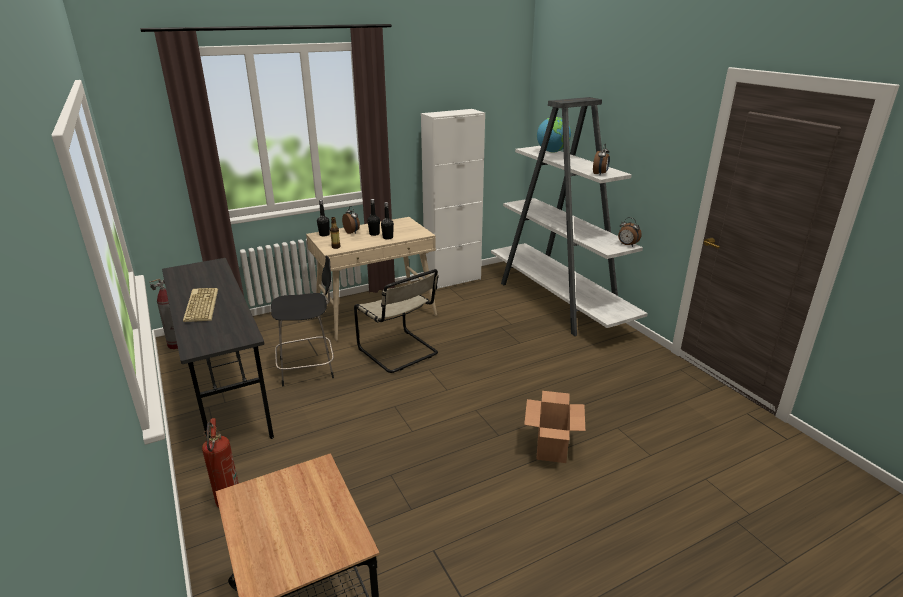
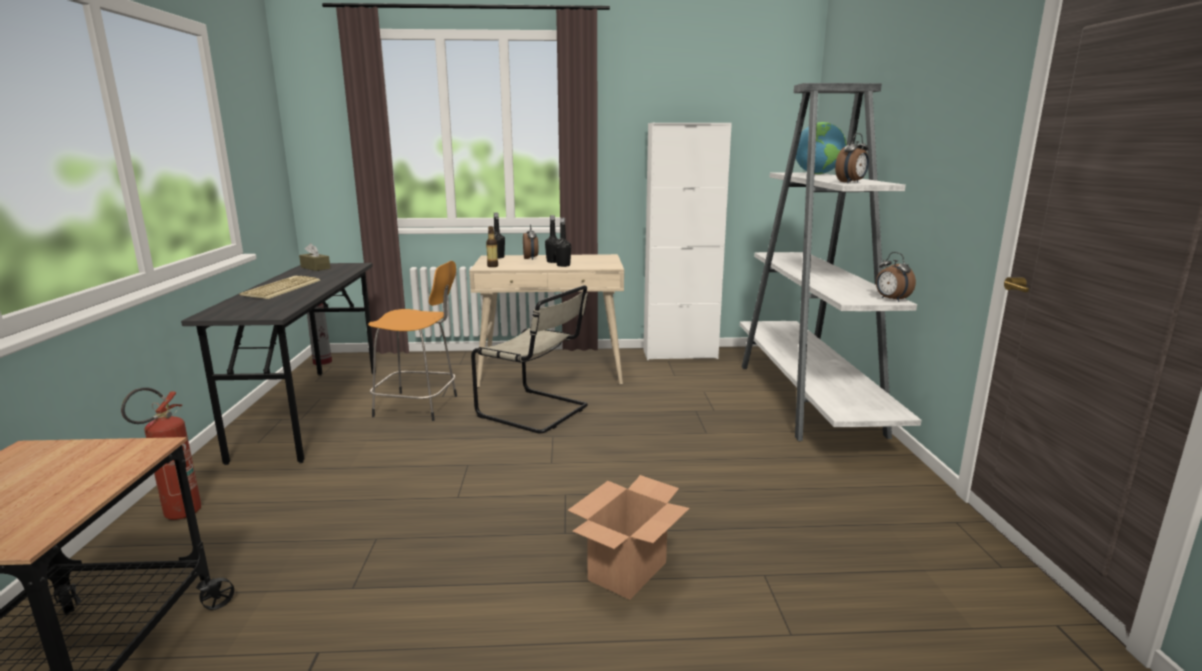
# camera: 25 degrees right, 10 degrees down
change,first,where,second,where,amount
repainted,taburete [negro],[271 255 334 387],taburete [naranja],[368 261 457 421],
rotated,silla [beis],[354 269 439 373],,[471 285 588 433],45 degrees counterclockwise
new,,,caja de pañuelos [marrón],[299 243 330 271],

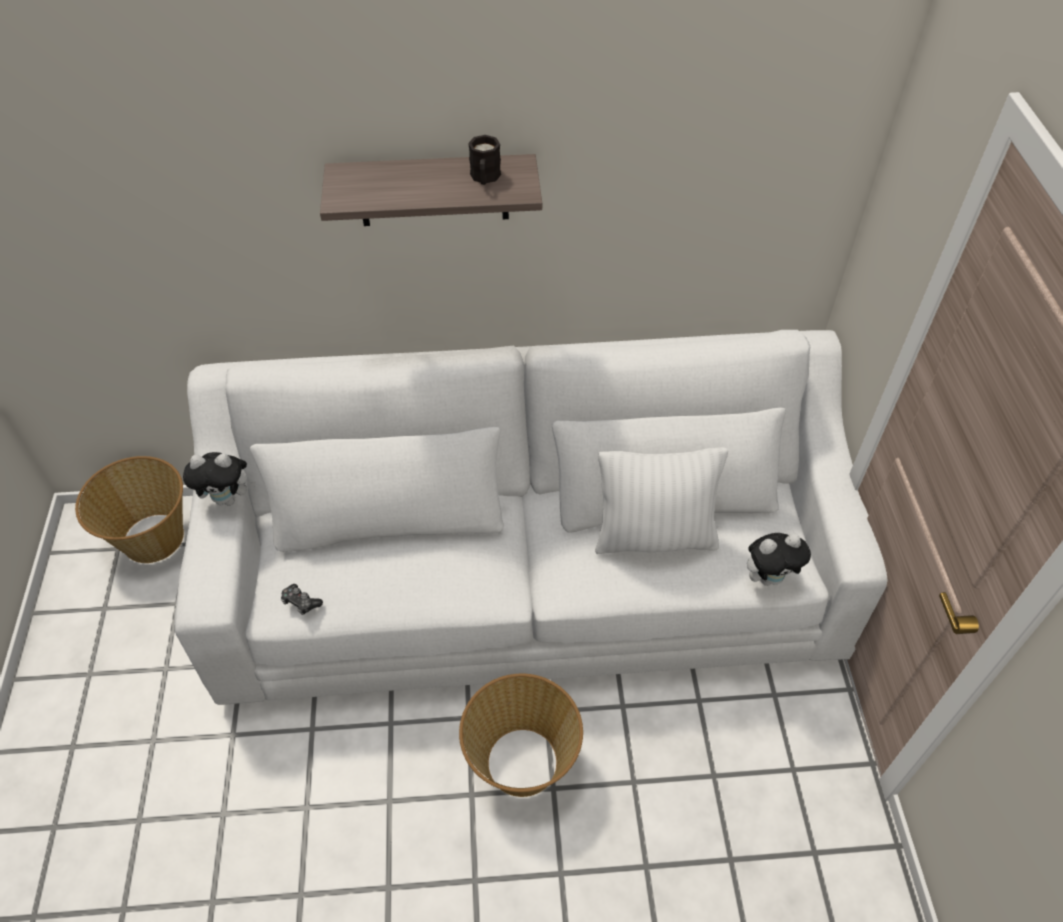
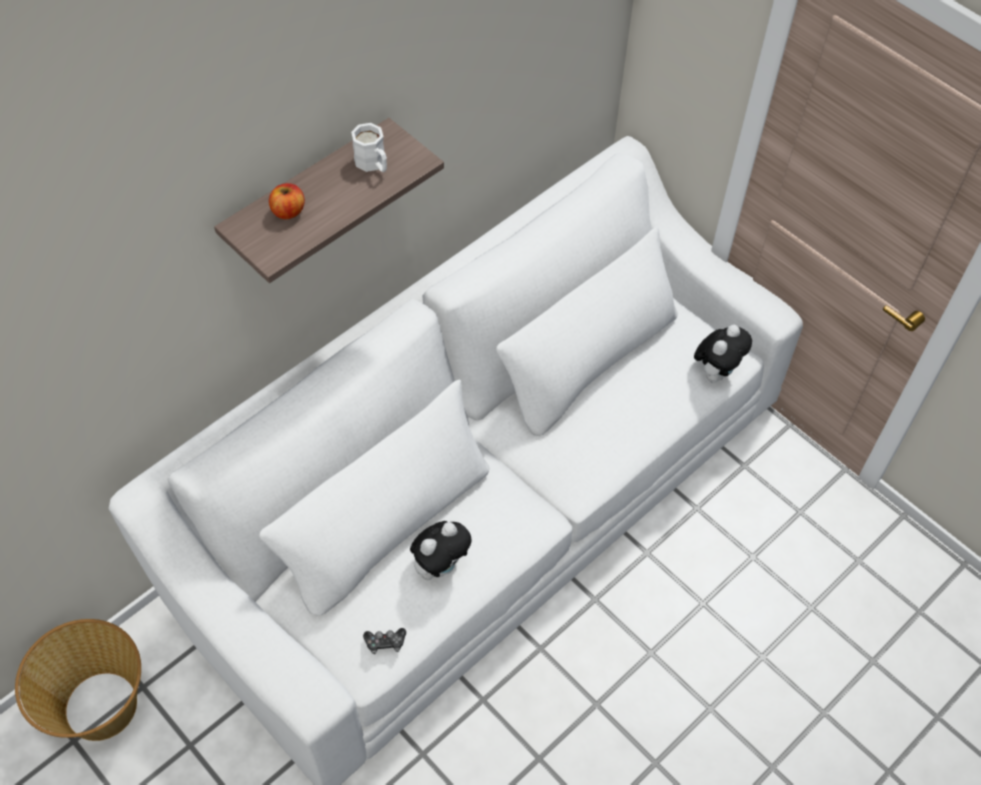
# camera: 40 degrees left, 5 degrees up
change,first,where,second,where,amount
shifted,peluche,[183 452 256 506],,[410 521 472 580],
gone,cesta,[459 674 583 797],,,
repainted,taza grande [negro],[468 135 501 185],taza grande [blanco],[351 123 387 172],
gone,cojín [blanco],[595 447 728 554],,,
new,,,manzana,[269 183 305 219],

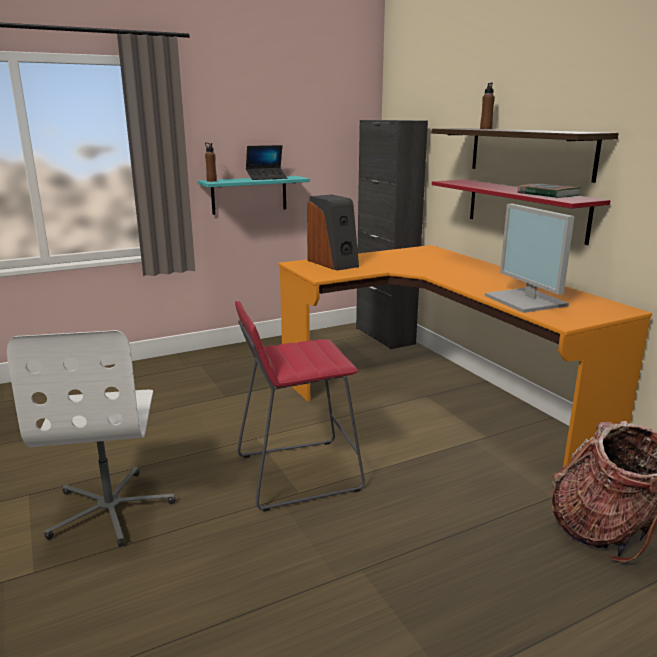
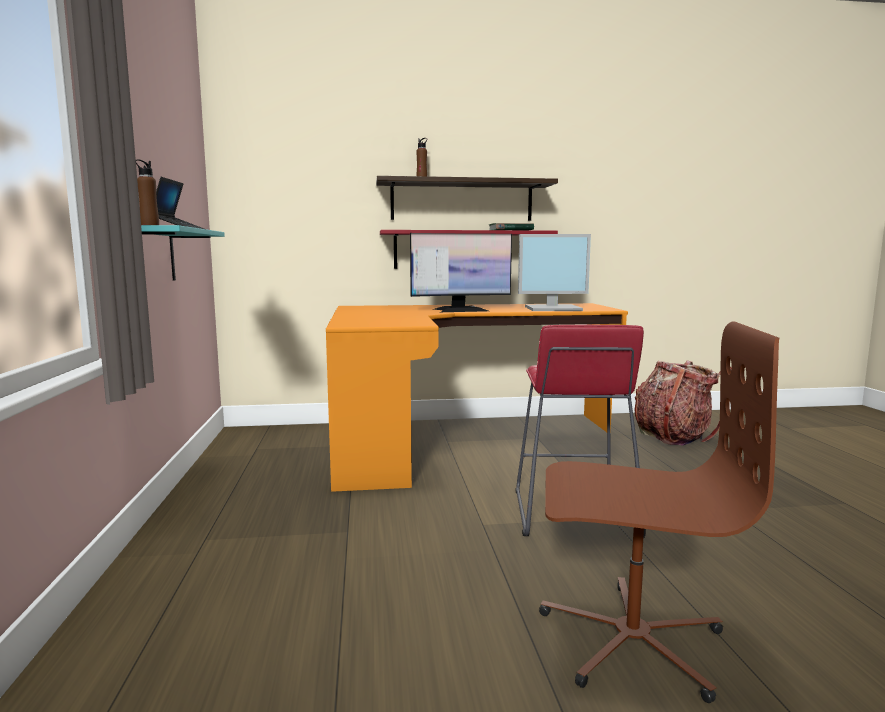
# camera: 70 degrees left, 10 degrees down
change,first,where,second,where,amount
repainted,silla de oficina [blanco],[7 330 175 547],silla de oficina [marrón],[539 321 779 703],
gone,altavoz,[307 194 359 271],,,
gone,armario [negro],[356 120 428 349],,,
new,,,monitor,[410 233 512 312],

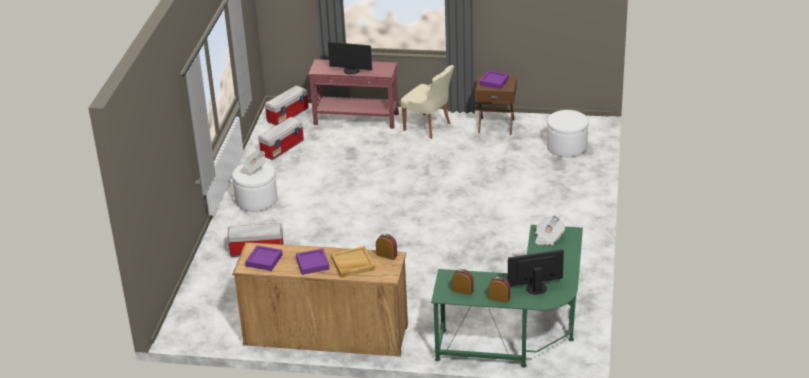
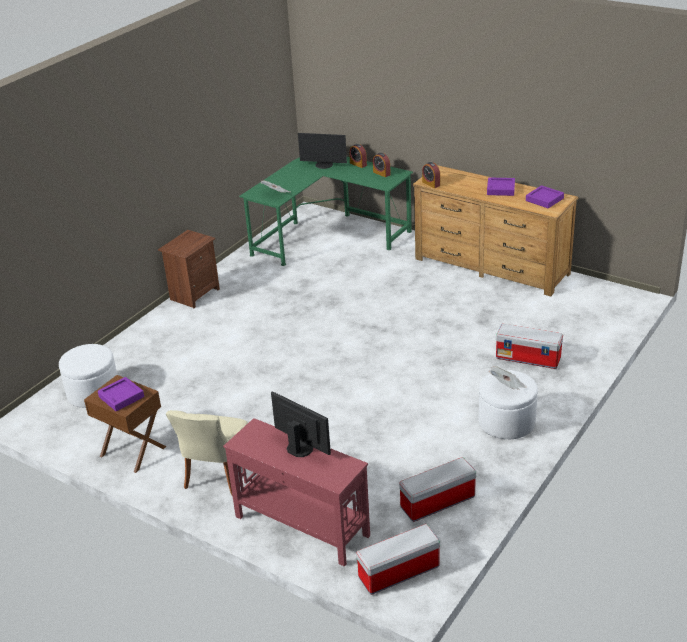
# camera: 155 degrees left, 0 degrees up
change,first,where,second,where,amount
gone,bandeja [beis],[331 246 375 278],,,
rotated,silla [beis],[401 65 454 139],,[166 410 248 495],135 degrees counterclockwise
new,,,mesita de noche [marrón],[158 230 220 309],

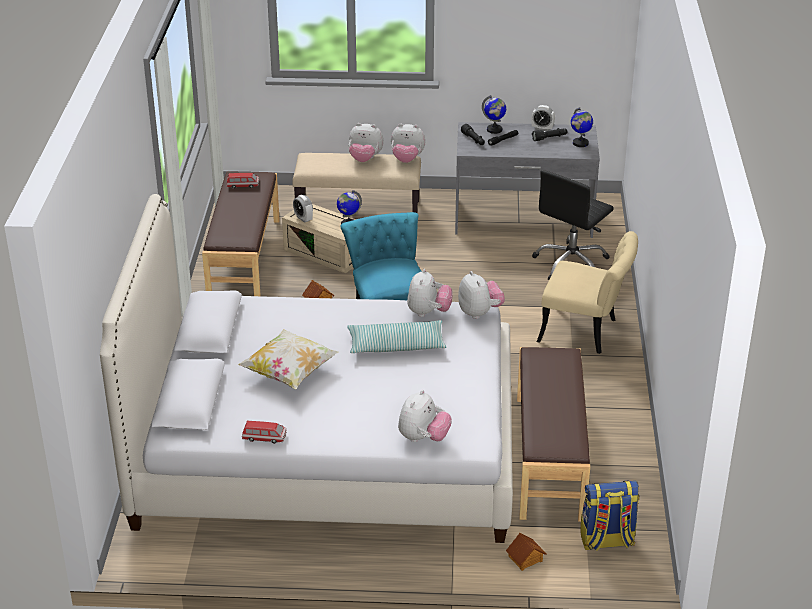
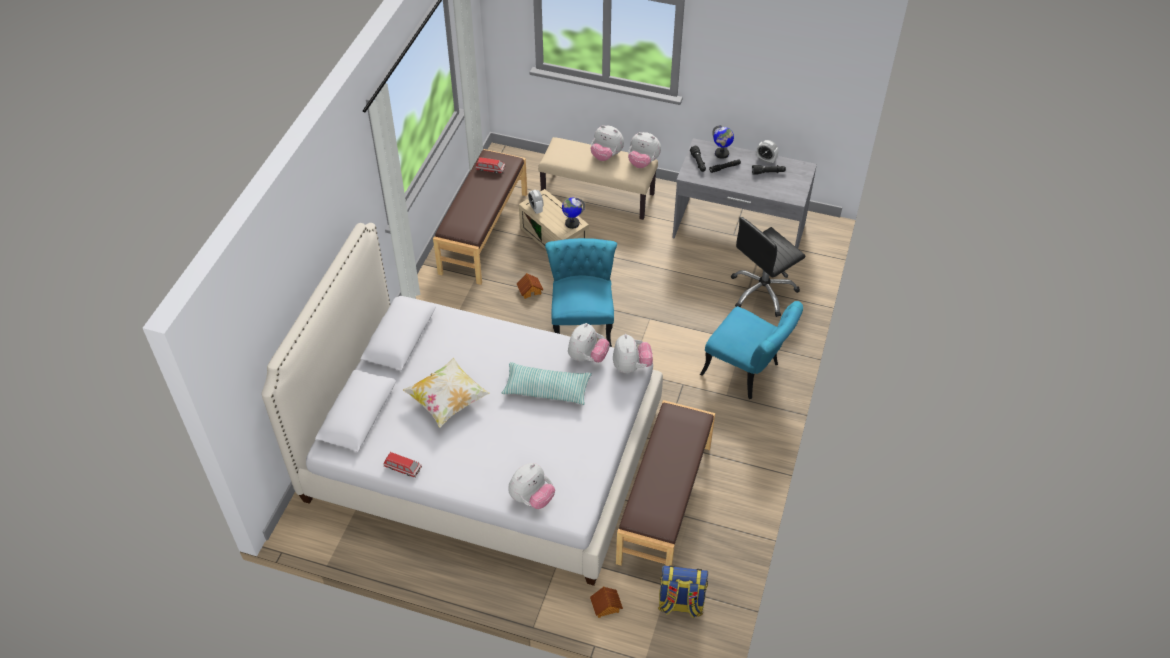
# camera: 15 degrees right, 15 degrees up
change,first,where,second,where,amount
repainted,silla [beis],[537 231 638 354],silla [turquesa],[700 301 803 399],
gone,globo terráqueo,[571 107 593 147],,,

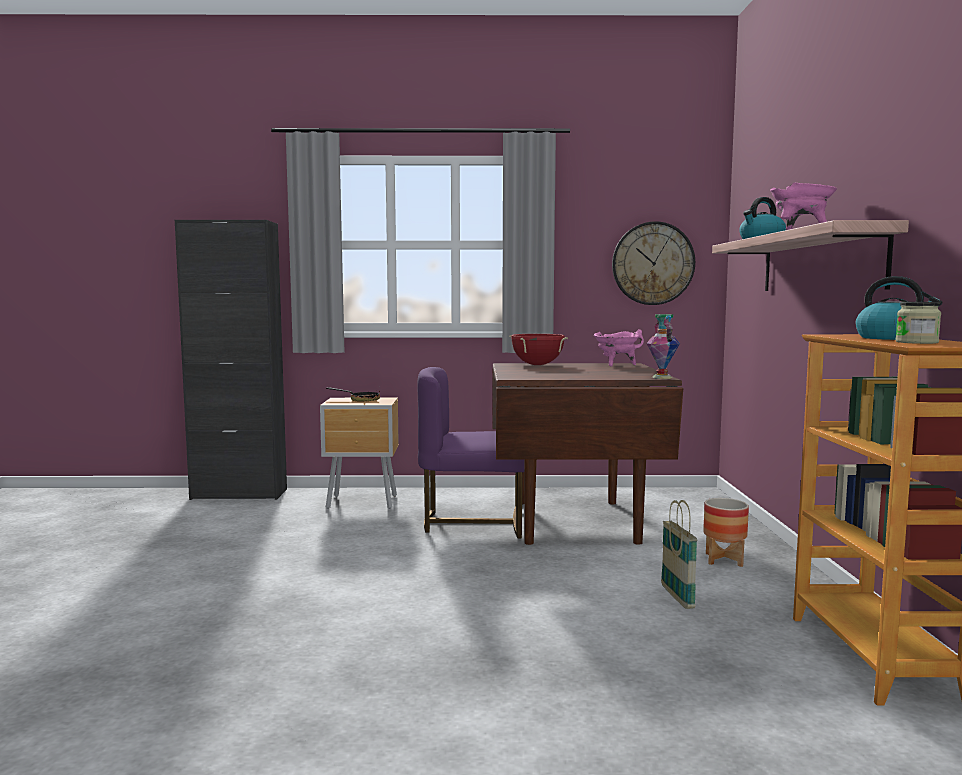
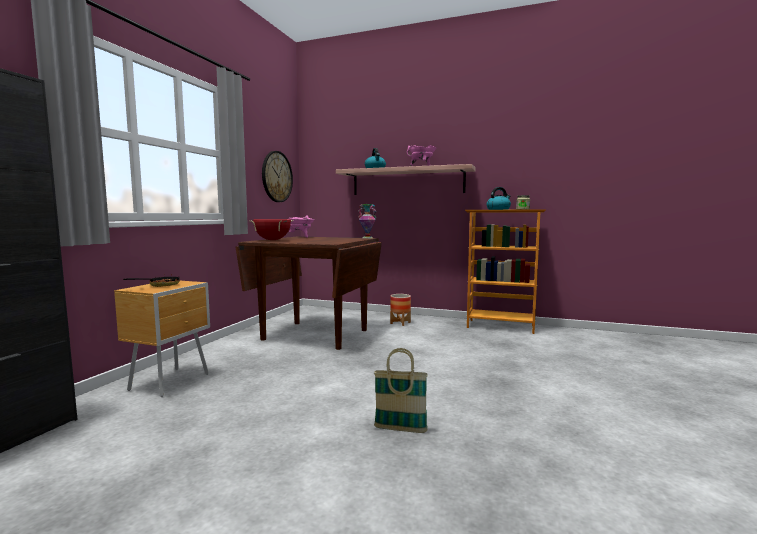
# camera: 70 degrees left, 0 degrees up
change,first,where,second,where,amount
gone,silla [morado],[417 367 524 538],,,
shifted,cesta,[661 500 697 609],,[374 348 428 433],

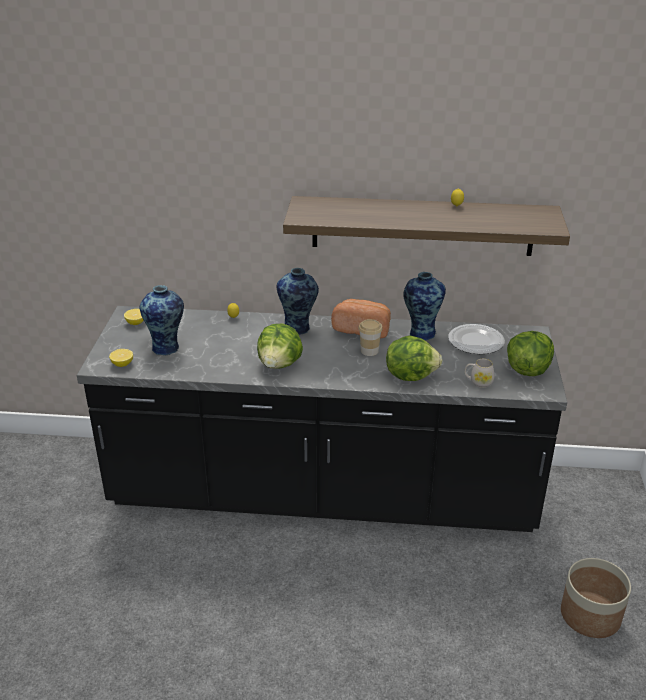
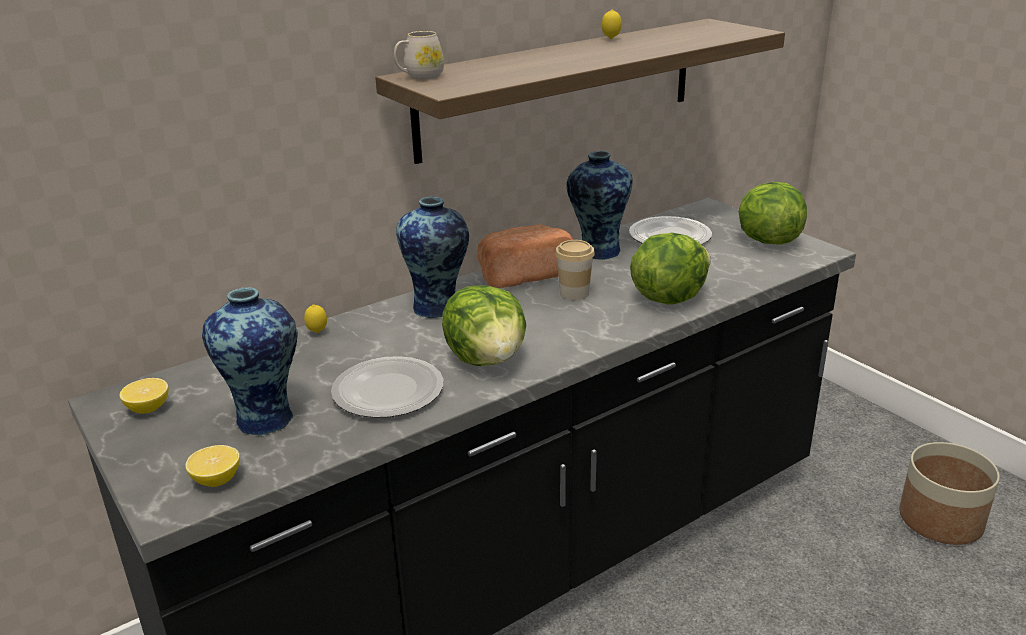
# camera: 40 degrees left, 5 degrees down
change,first,where,second,where,amount
shifted,taza grande [blanco],[465 359 494 388],,[394 31 444 79],
new,,,plato,[331 356 444 418],

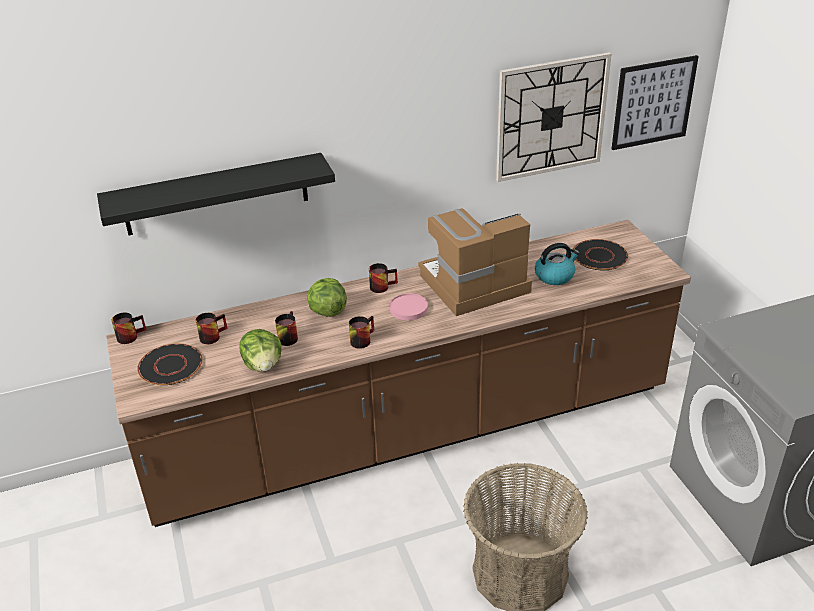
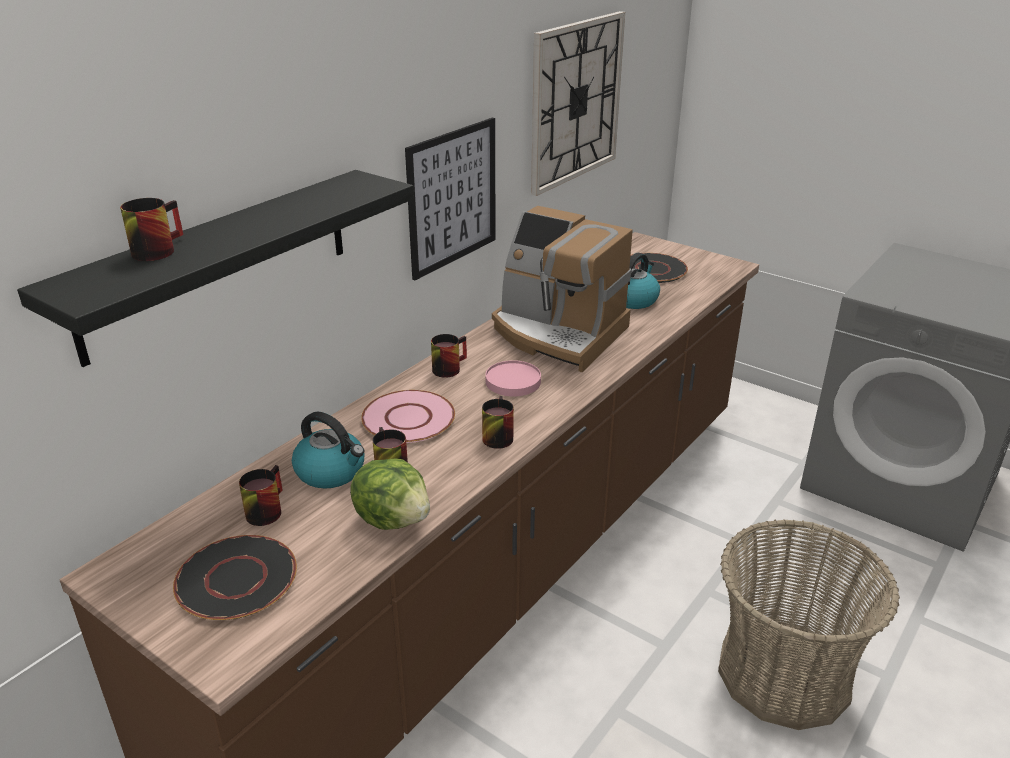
# camera: 35 degrees left, 5 degrees down
change,first,where,second,where,amount
shifted,taza grande,[112 312 146 344],,[120 198 183 261],
swapped,lechuga,[307 278 347 317],plato [rosa],[361 390 455 443],
rotated,cafetera,[418 208 532 316],,[492 206 633 372],90 degrees counterclockwise
shifted,cuadro,[612 55 699 150],,[405 118 496 280],
new,,,hervidor,[292 412 364 489],

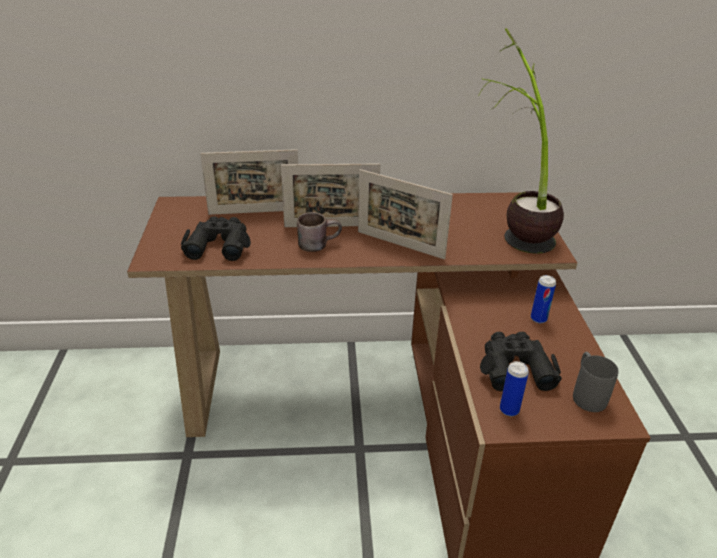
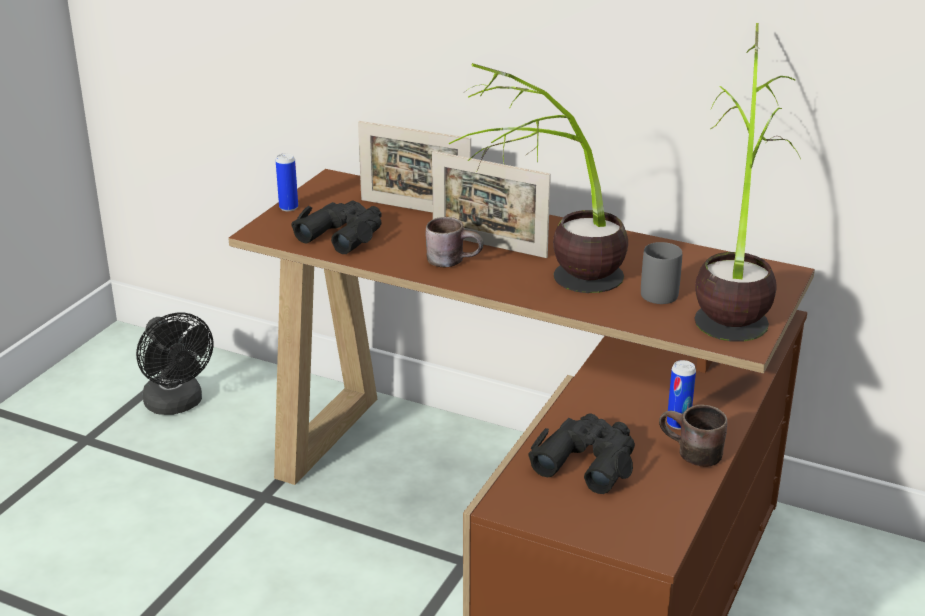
# camera: 30 degrees right, 5 degrees down
change,first,where,second,where,amount
swapped,portarretratos,[358 169 453 259],planta en maceta,[449 63 628 293],
shifted,lata,[500 361 529 416],,[276 153 298 211],
shifted,taza grande [gris],[573 352 619 412],,[641 242 682 304],
new,,,ventilador [negro],[136 312 213 415],
new,,,taza grande [marrón],[659 405 727 467],

